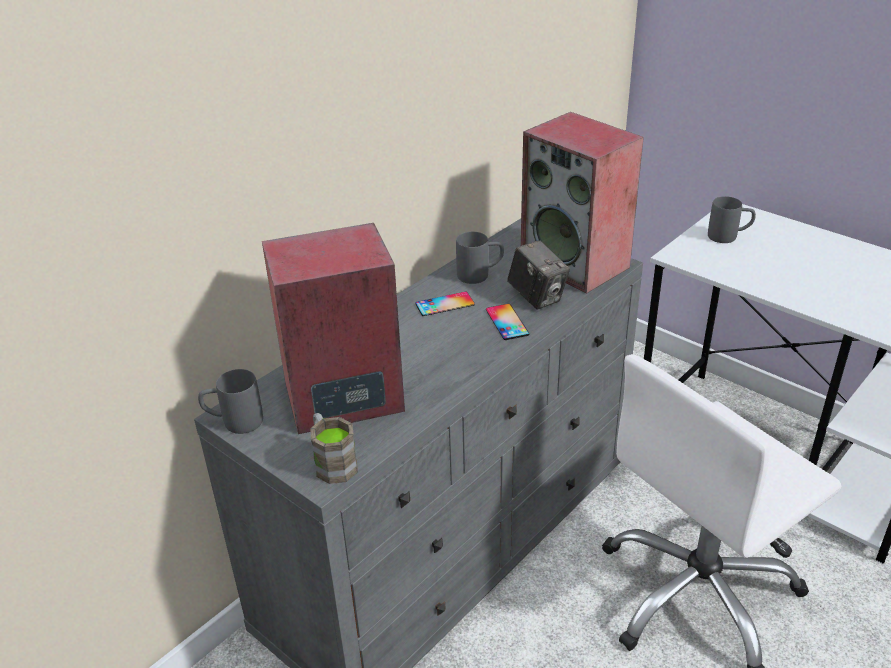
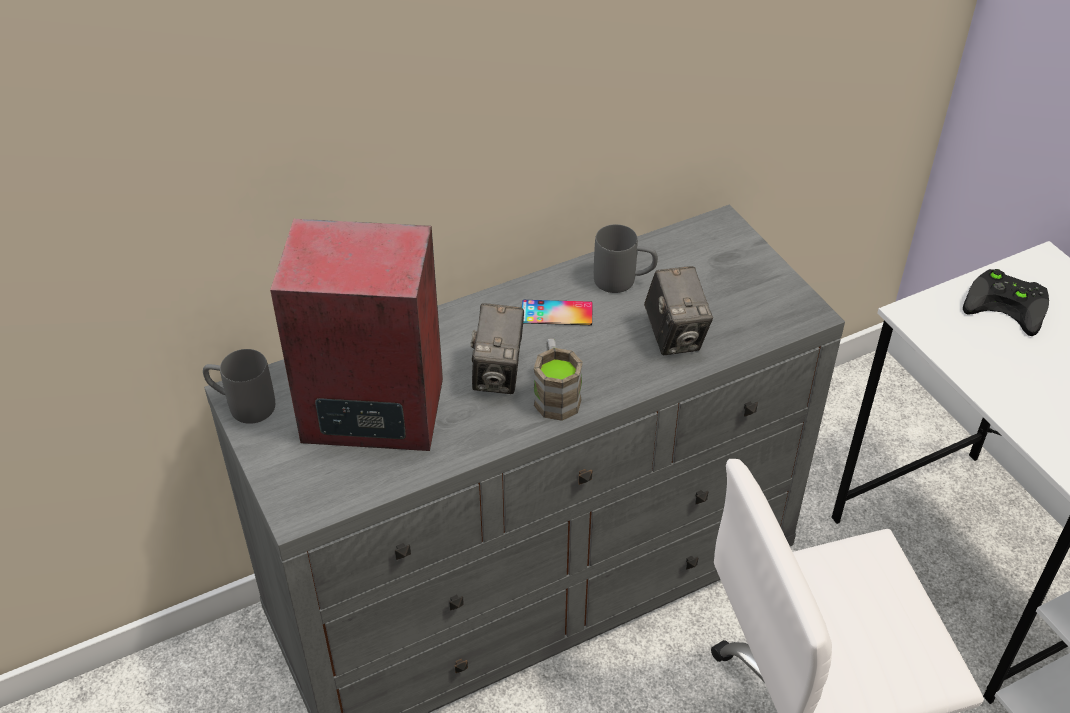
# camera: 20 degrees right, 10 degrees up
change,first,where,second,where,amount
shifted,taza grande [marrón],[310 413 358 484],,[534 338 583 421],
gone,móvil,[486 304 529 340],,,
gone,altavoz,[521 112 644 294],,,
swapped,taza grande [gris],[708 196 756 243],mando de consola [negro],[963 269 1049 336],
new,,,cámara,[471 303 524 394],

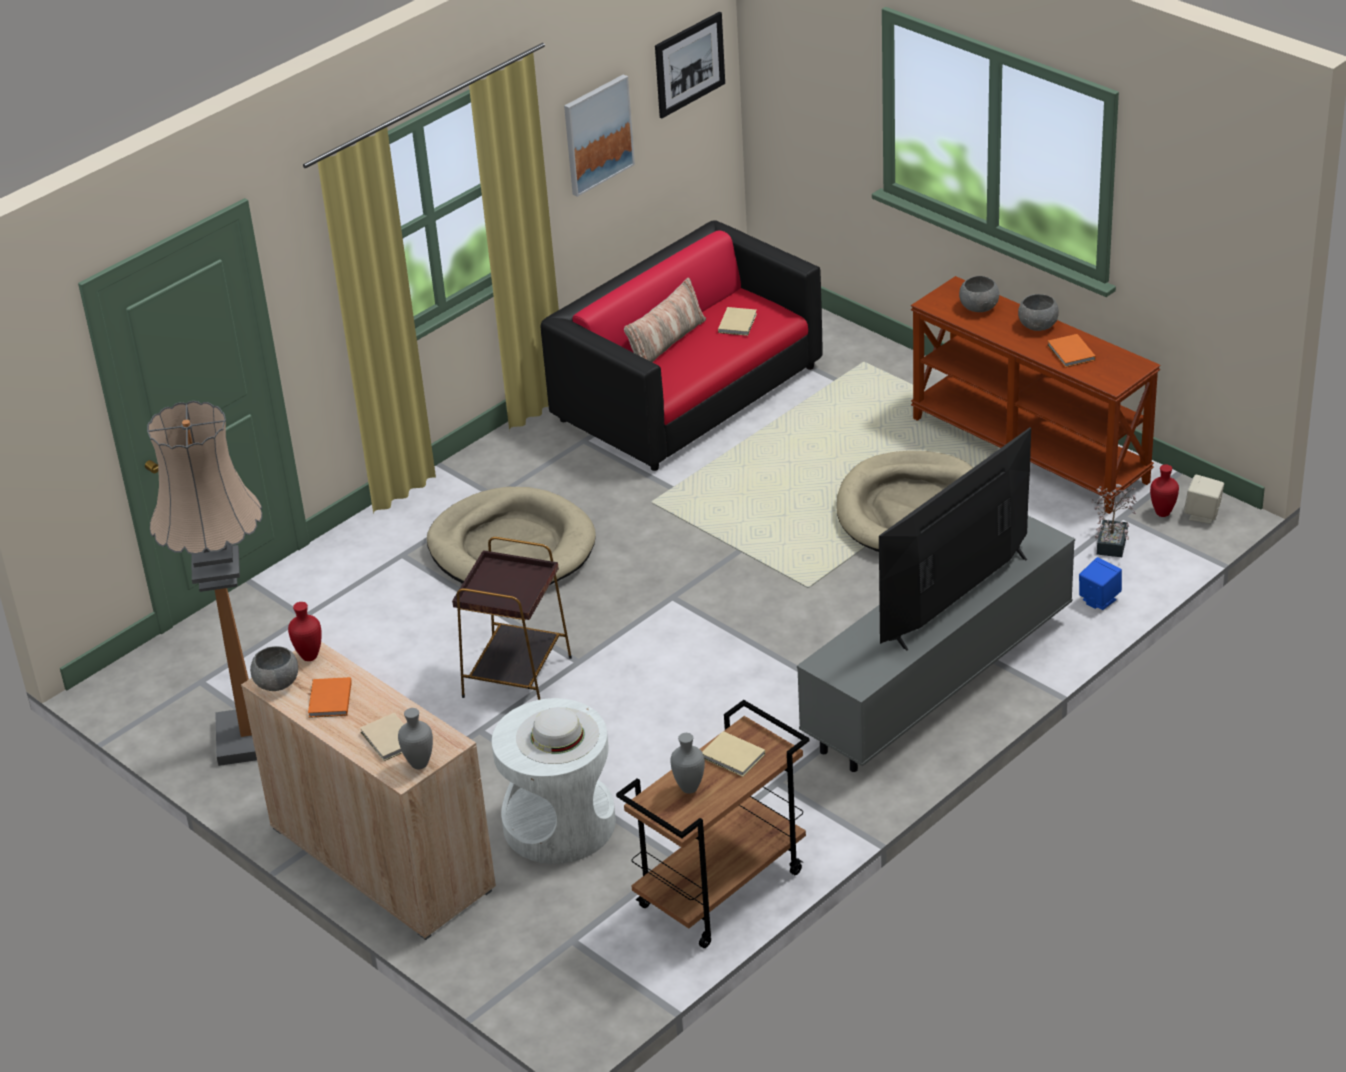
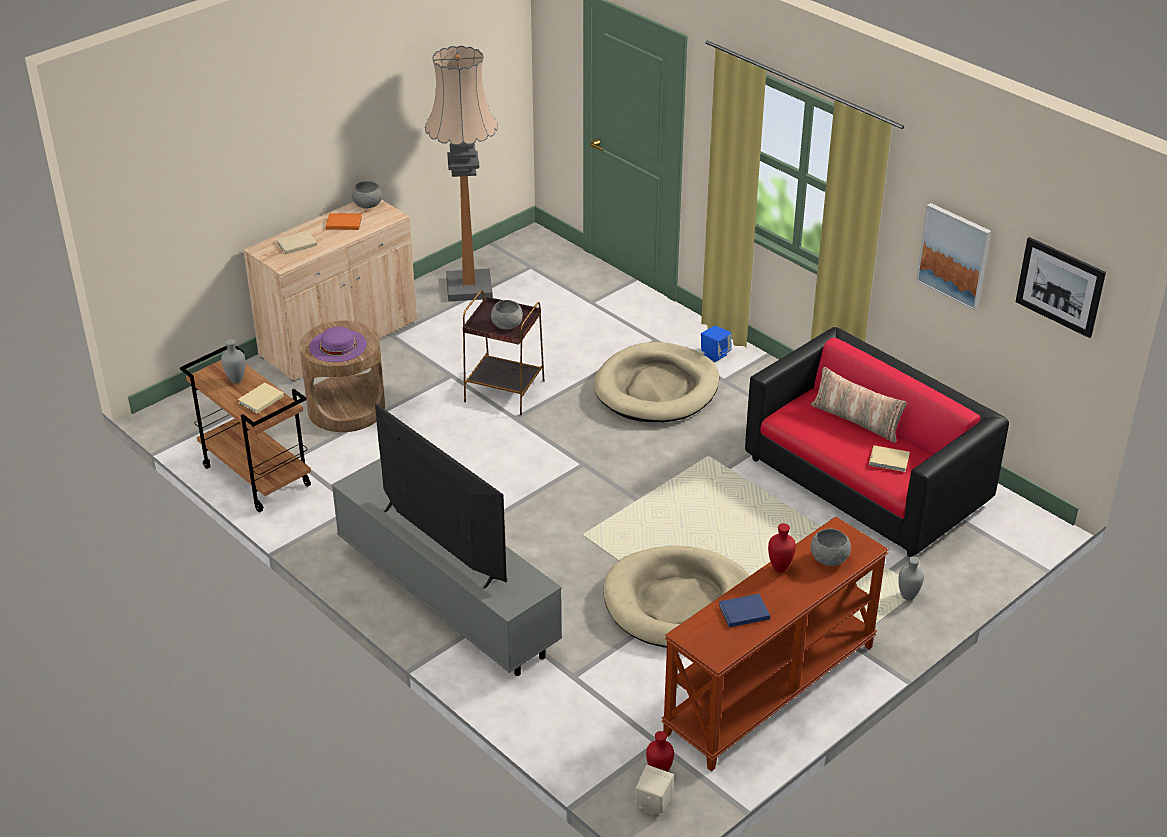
# camera: 90 degrees right, 0 degrees up
change,first,where,second,where,amount
shifted,florero [rojo],[288 602 322 661],,[768 523 796 572],
shifted,florero [gris],[398 708 433 769],,[898 556 924 601],
repainted,mesa auxiliar [blanco],[492 698 616 864],mesa auxiliar [marrón],[300 321 385 432],
repainted,sombrero [blanco],[516 707 599 764],sombrero [morado],[309 327 367 362],
shifted,cuenco [gris],[1018 294 1059 331],,[491 300 523 330],
repainted,libro [naranja],[1047 334 1096 368],libro [azul],[719 594 770 627],
shifted,altavoz [azul],[1079 557 1122 610],,[701 326 731 362],
gone,planta en maceta,[1091 484 1137 557],,,

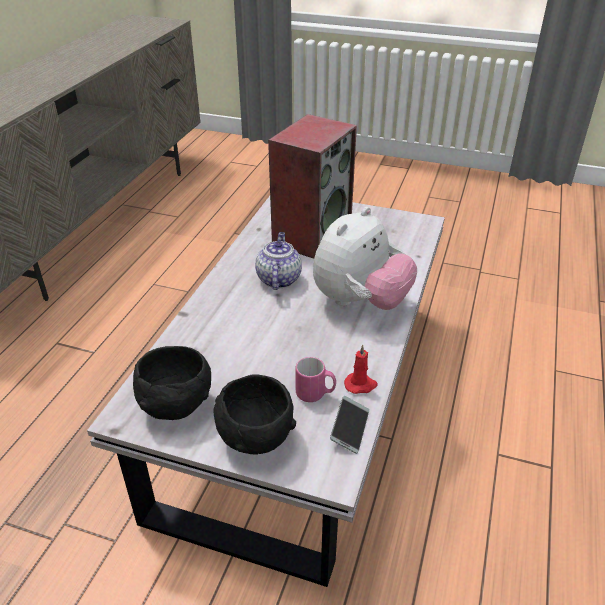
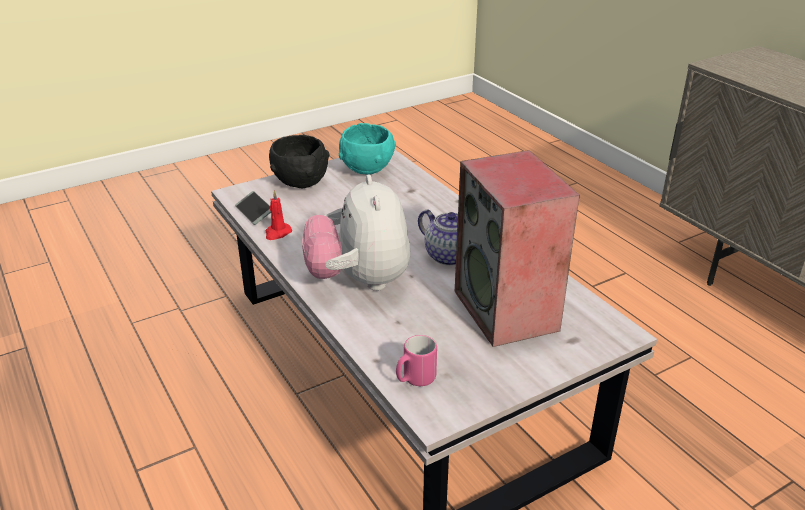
# camera: 130 degrees right, 5 degrees down
change,first,where,second,where,amount
repainted,cuenco [negro],[133 346 211 420],cuenco [turquesa],[339 123 396 175],
shifted,taza grande [rosa],[295 357 336 402],,[396 335 437 386],

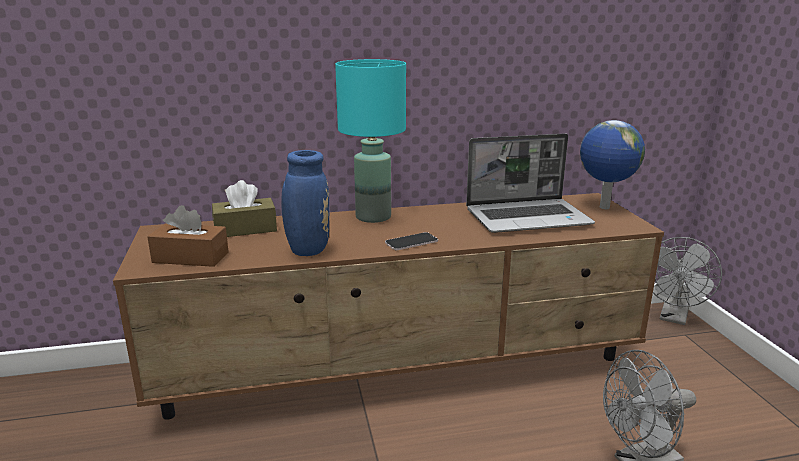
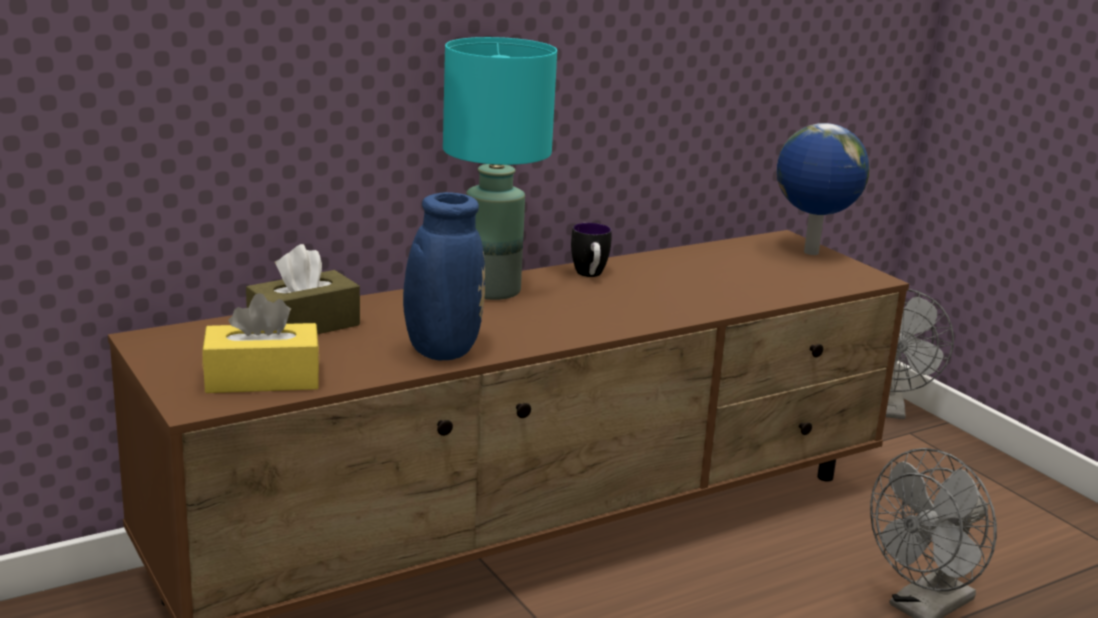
# camera: 20 degrees left, 0 degrees up
change,first,where,second,where,amount
repainted,caja de pañuelos [marrón],[147 205 229 267],caja de pañuelos [amarillo],[202 293 320 393],
gone,móvil,[385 232 438 250],,,
gone,portátil,[466 133 595 233],,,
new,,,taza grande,[571 223 612 277],

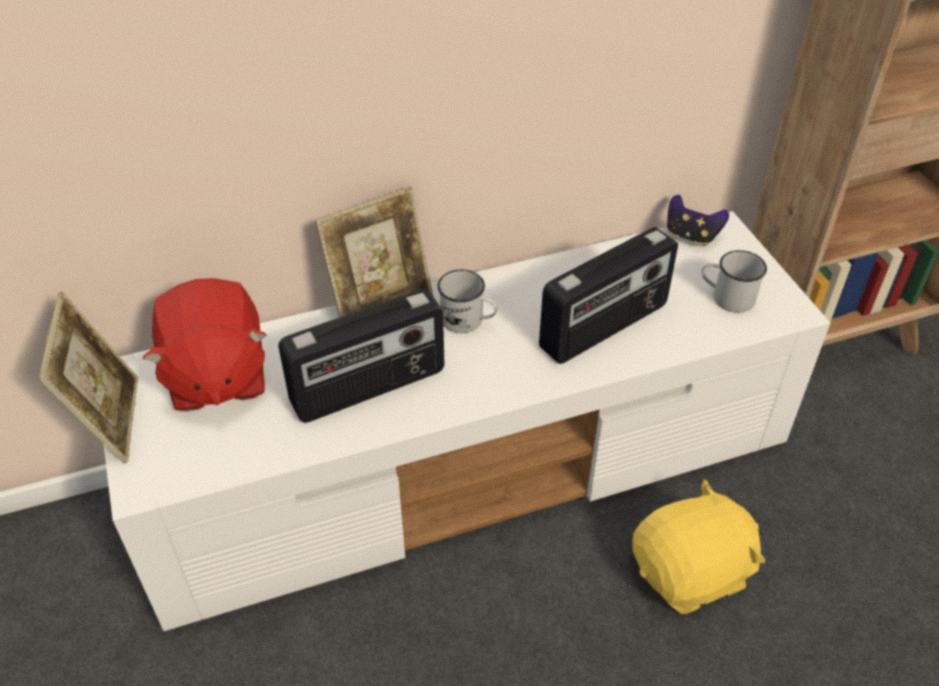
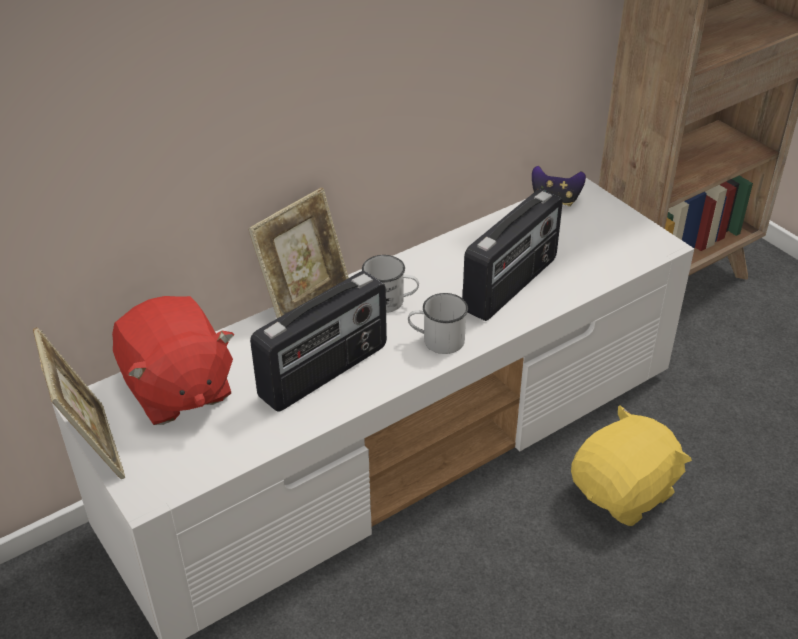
# camera: 15 degrees left, 5 degrees down
change,first,where,second,where,amount
shifted,taza grande [blanco],[702 250 767 313],,[408 293 468 354],

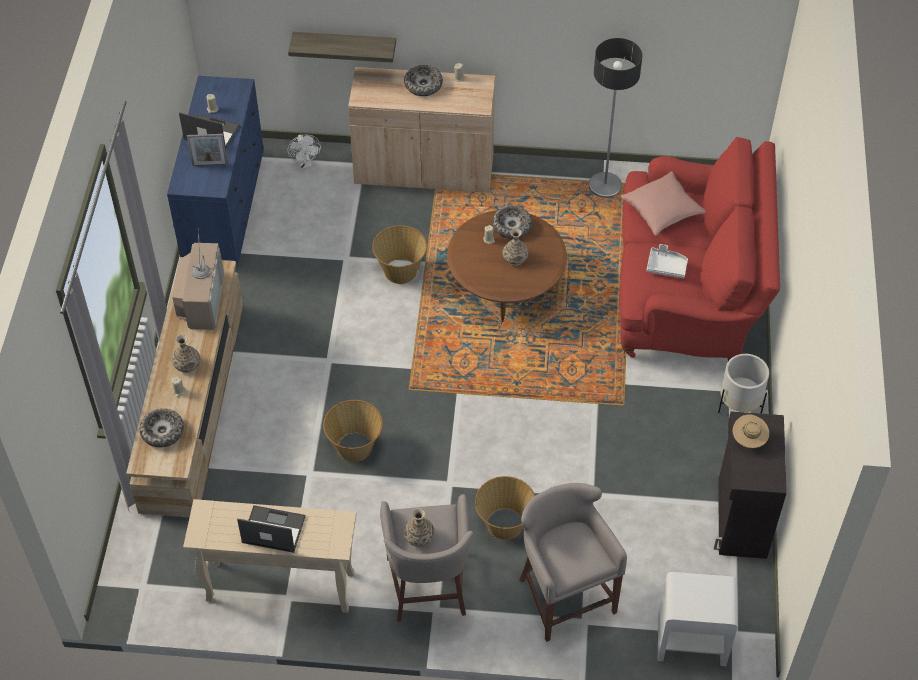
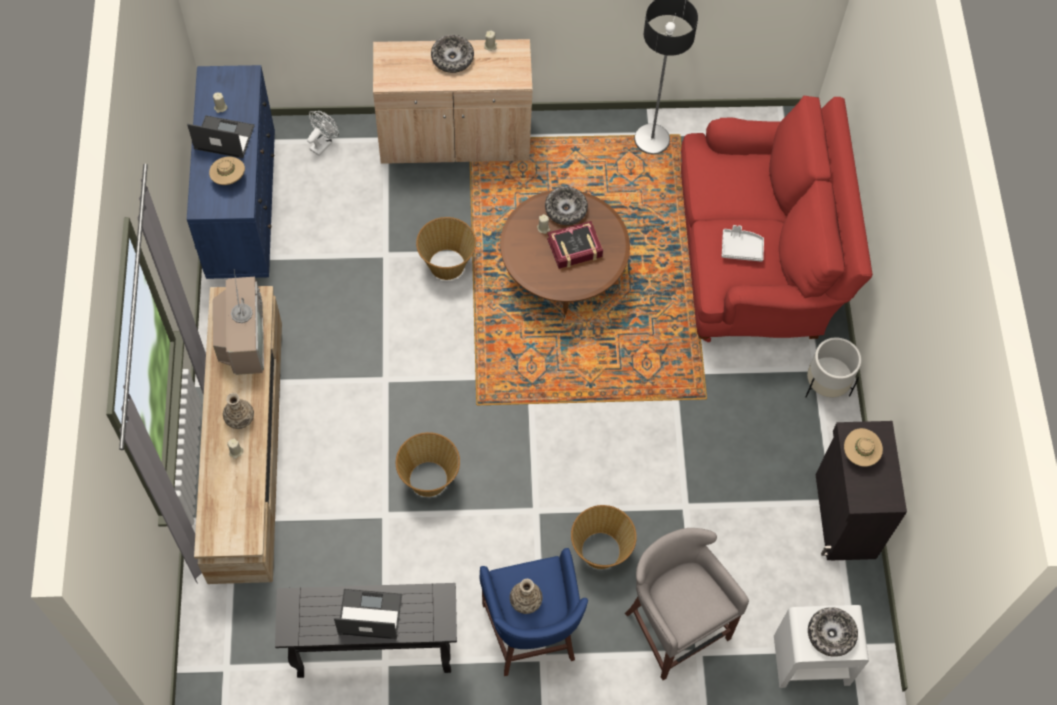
# camera: 10 degrees left, 10 degrees up
change,first,where,second,where,amount
shifted,cuenco,[140 408 184 447],,[808 607 858 657],
repainted,mesa consola [beis],[183 499 356 613],mesa consola [negro],[275 583 457 678],
swapped,portarretratos,[187 134 228 166],sombrero [beis],[209 156 245 185],
gone,estante,[288 32 396 63],,,
rotated,ventilador [blanco],[288 135 321 169],,[307 111 339 156],120 degrees counterclockwise
repainted,taburete [gris],[380 494 473 622],taburete [azul],[479 548 588 676],
swapped,florero,[502 228 529 266],libro,[547 221 603 269],
gone,cojín [rosa],[621 172 706 236],,,

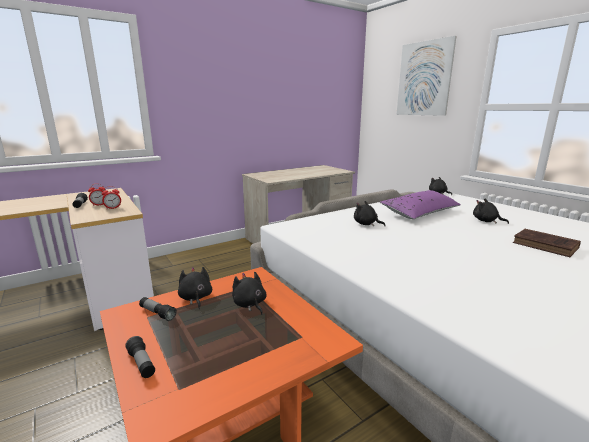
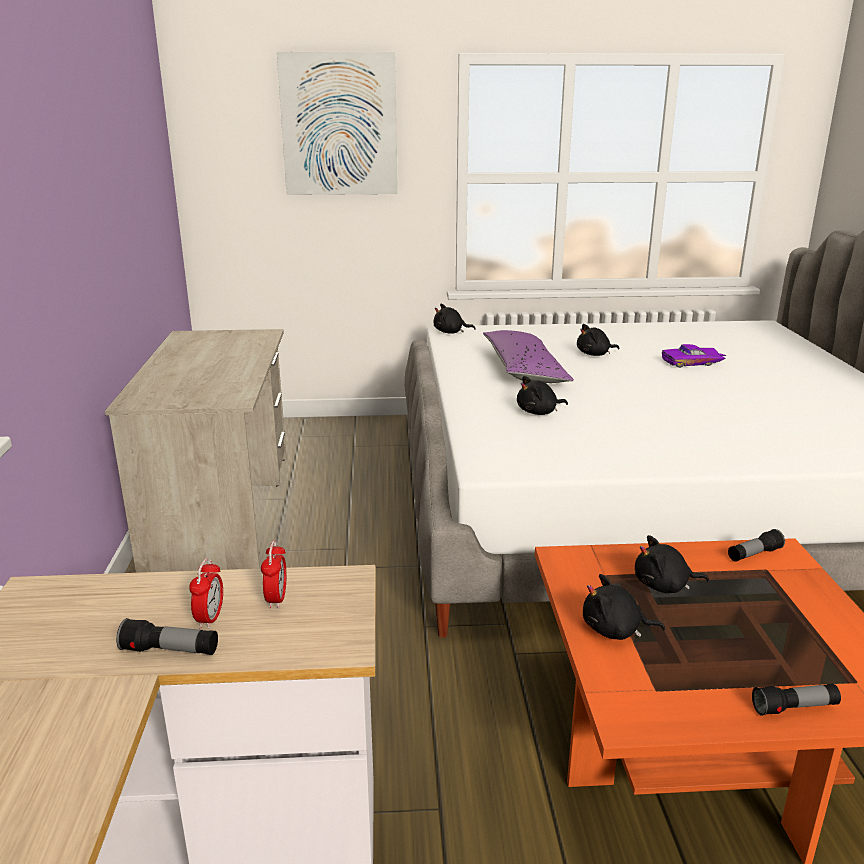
# camera: 60 degrees left, 5 degrees up
change,first,where,second,where,amount
shifted,linterna,[139 297 177 321],,[728 529 785 561],
swapped,libro [marrón],[513 229 581 257],coche de juguete [morado],[662 344 727 368],

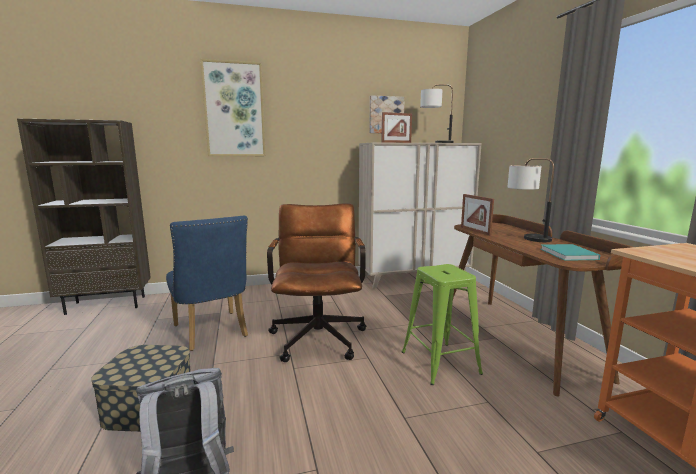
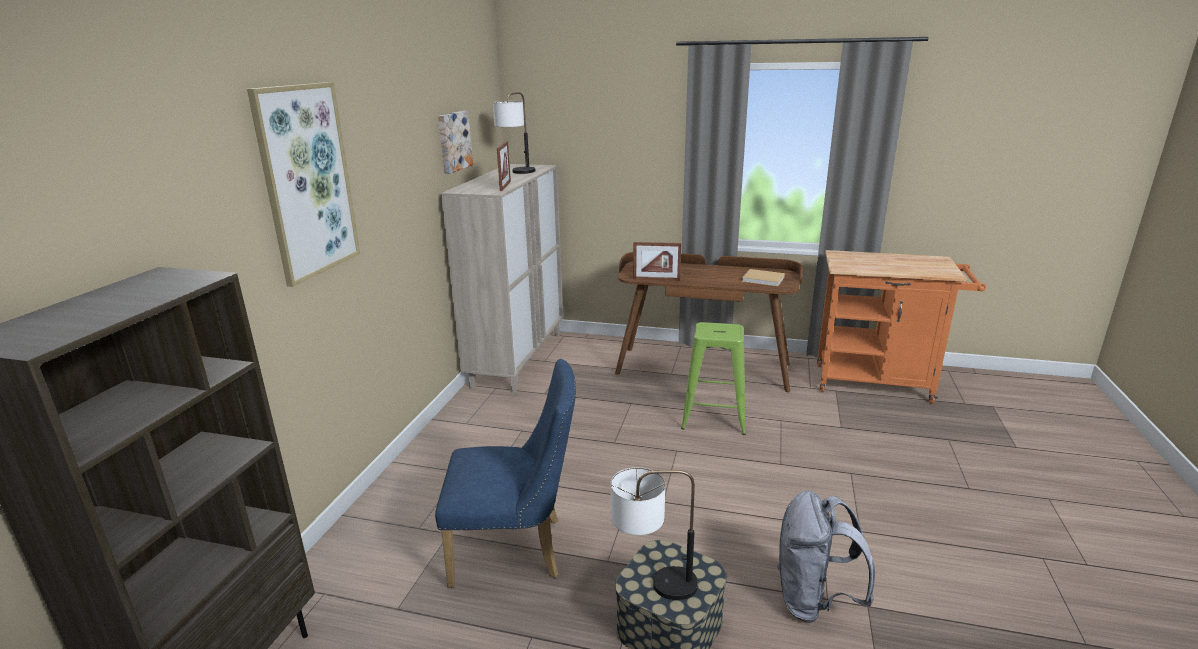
# camera: 60 degrees left, 10 degrees up
change,first,where,second,where,amount
gone,silla de oficina [marrón],[267 204 367 362],,,
shifted,lámpara de mesa,[507 158 554 242],,[611 467 698 600],
repainted,libro [turquesa],[541 244 600 261],libro [beis],[742 269 785 286],

